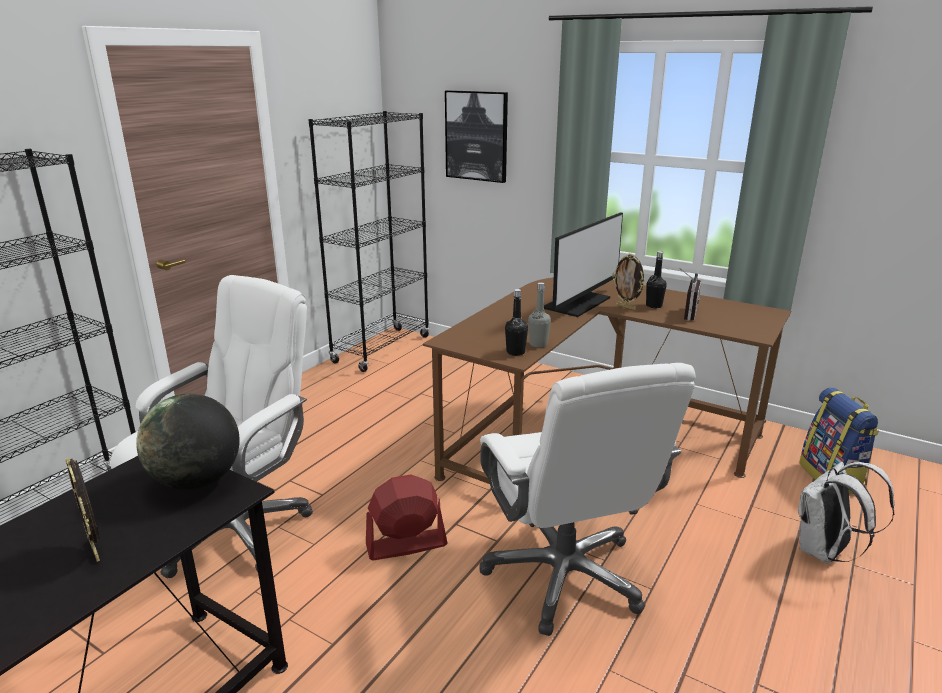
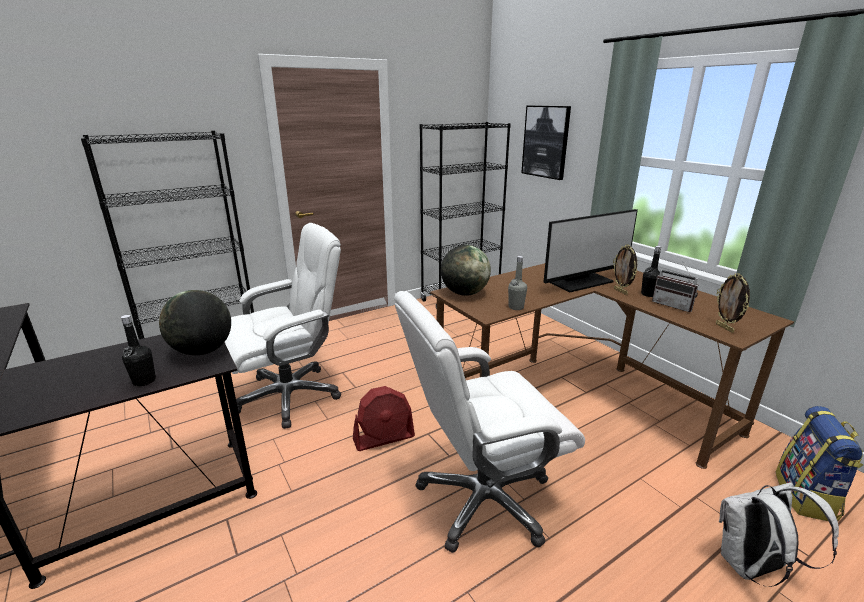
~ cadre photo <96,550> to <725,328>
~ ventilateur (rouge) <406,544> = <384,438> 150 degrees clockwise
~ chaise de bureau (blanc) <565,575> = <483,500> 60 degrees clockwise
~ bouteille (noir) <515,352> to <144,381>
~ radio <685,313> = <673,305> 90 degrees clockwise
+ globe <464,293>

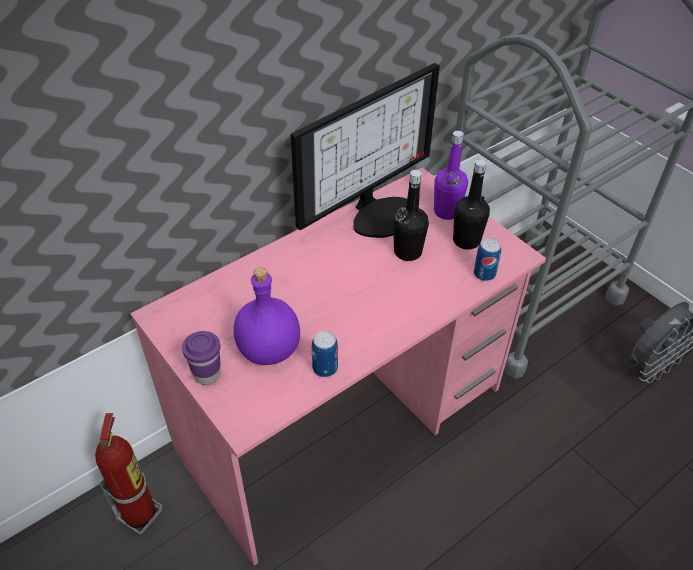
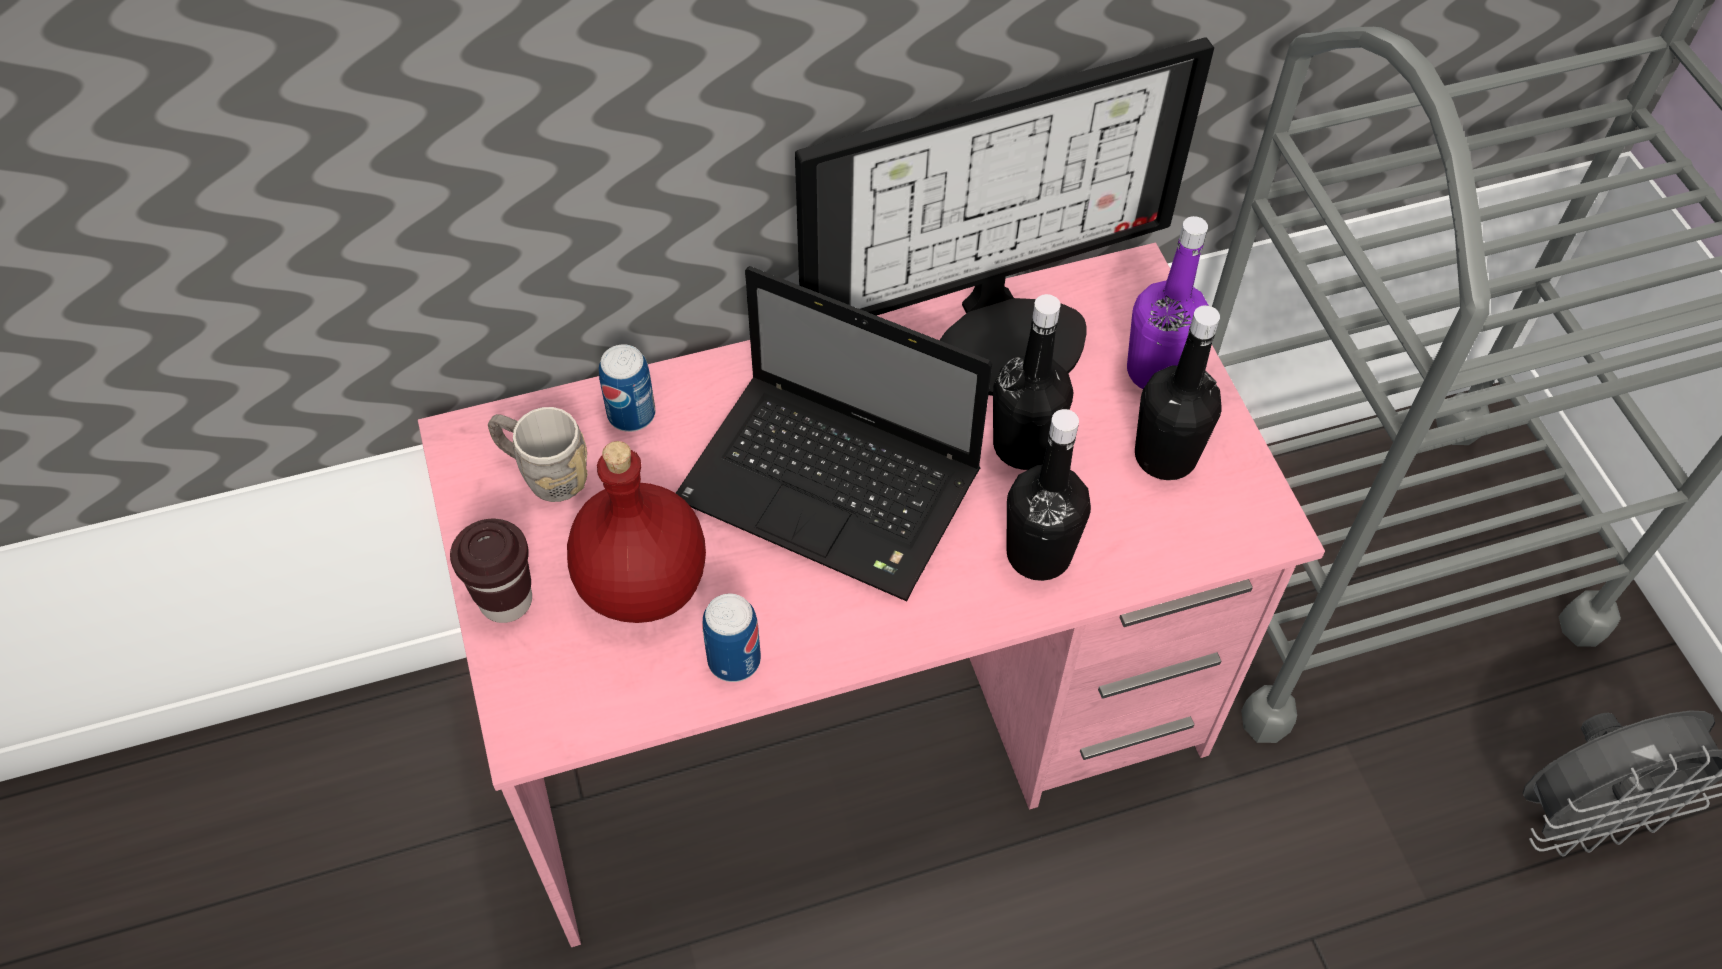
- extincteur <140,513>
~ tasse (violet) <207,375> to tasse (marron) <506,600>
~ bouteille (violet) <269,349> to bouteille (rouge) <644,583>
~ boîte métallique <484,274> to <631,414>
+ mug (gris) <544,474>
+ ordinateur portable <835,489>
+ bouteille (noir) <1038,554>

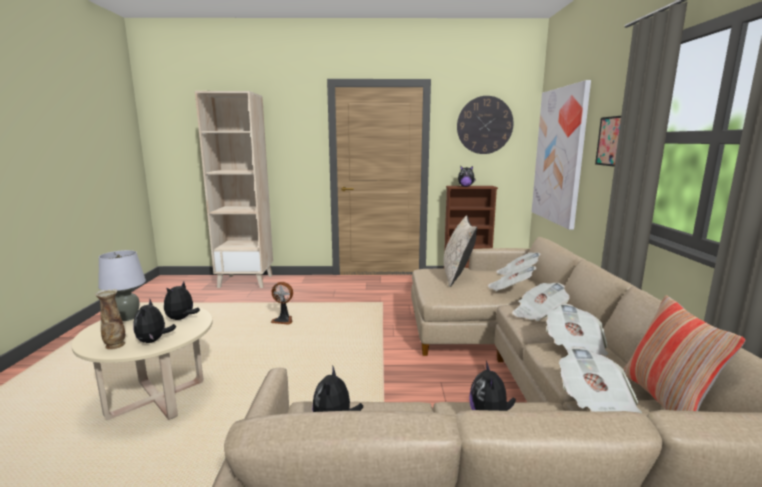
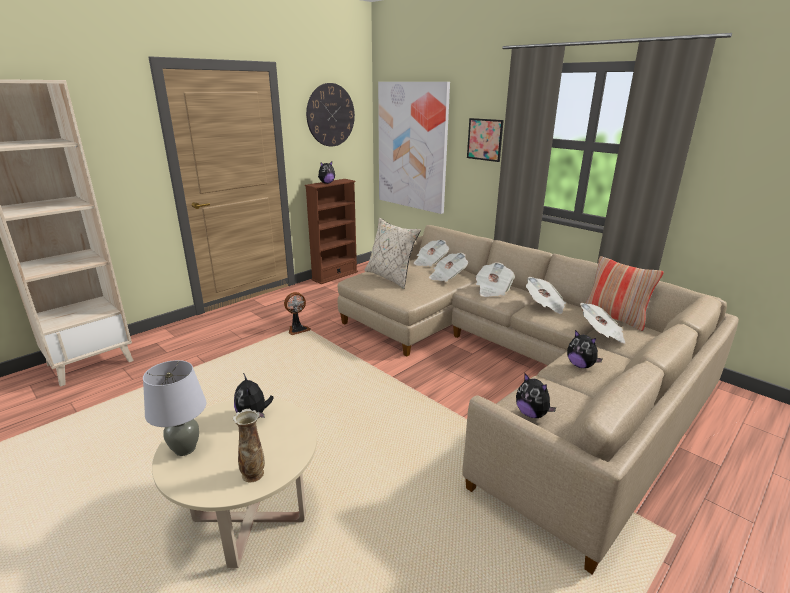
- peluche <154,341>
~ ventilateur <283,320> to <297,329>

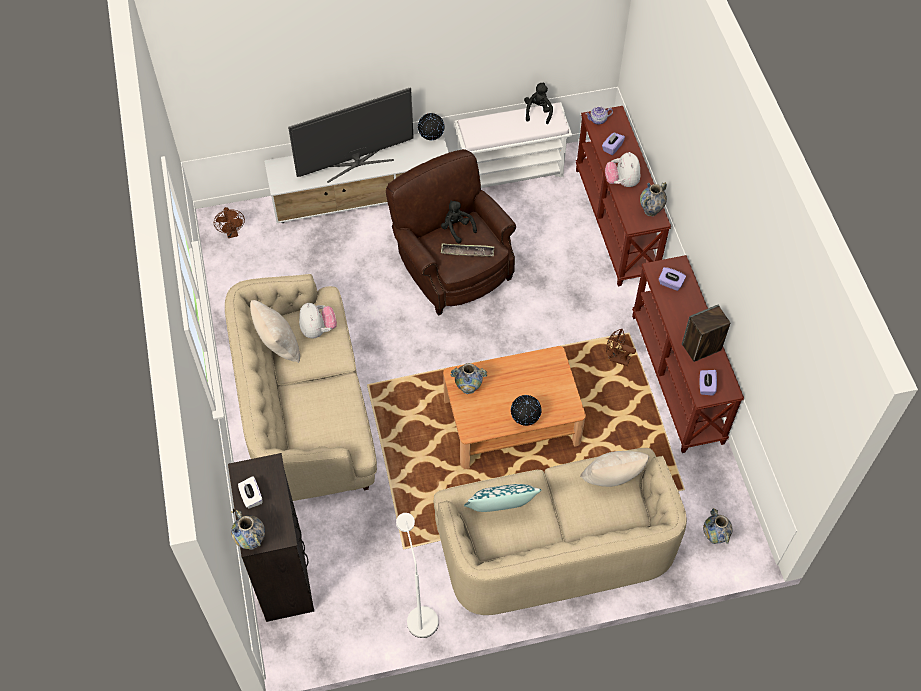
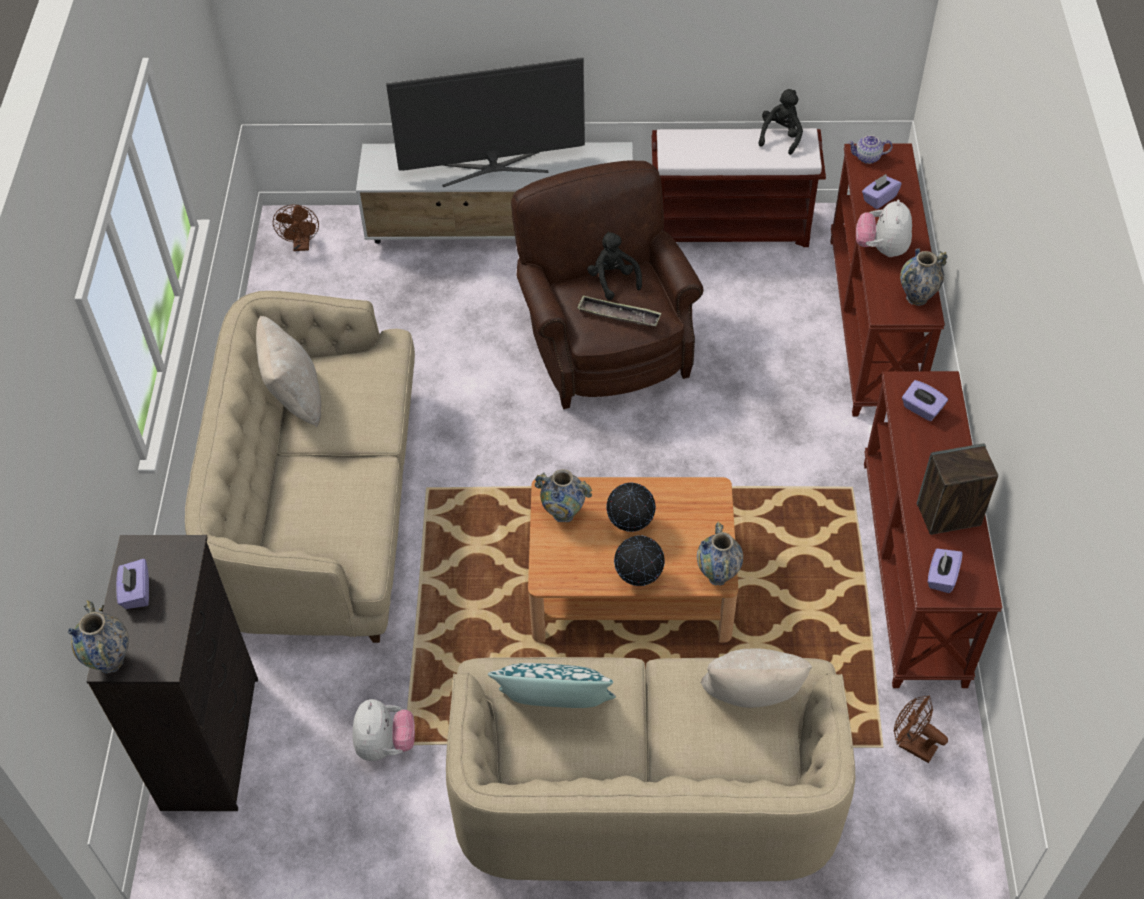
~ boîte à mouchoirs (blanc) <251,497> to boîte à mouchoirs (violet) <136,592>
~ peluche <318,329> to <385,744>
- lampadaire (blanc) <419,614>
~ globe <431,138> to <630,525>
~ banc (blanc) <511,171> to banc (marron) <732,227>
~ ventilateur (marron) <616,358> to <911,745>
~ vase <714,537> to <718,576>

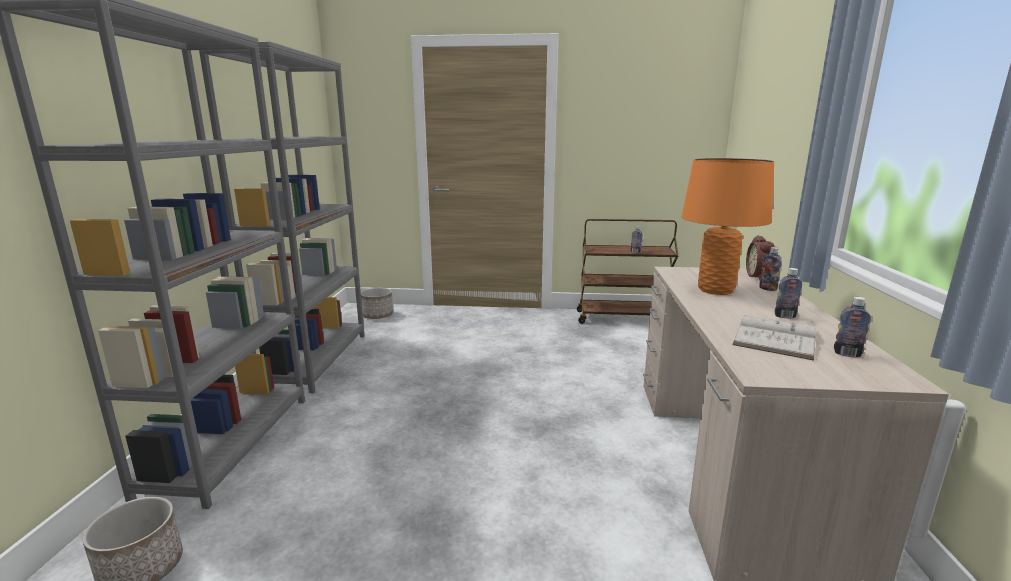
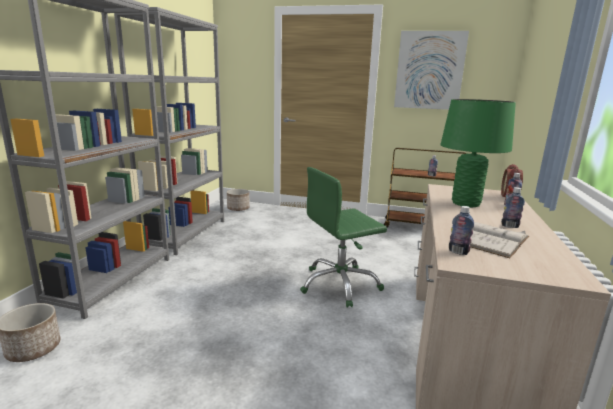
~ lampe de table (orange) <716,290> to lampe de table (vert) <466,203>
~ bouteille <847,354> to <458,252>
+ chaise de bureau (vert) <340,285>
+ tableau <429,70>

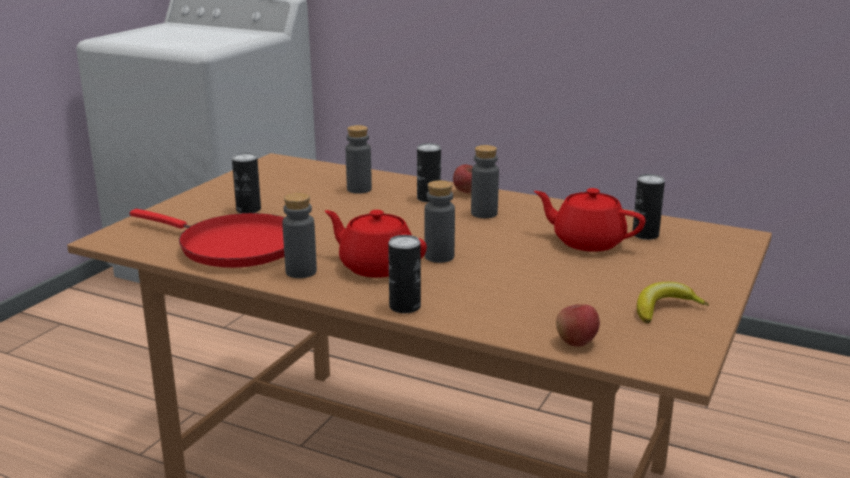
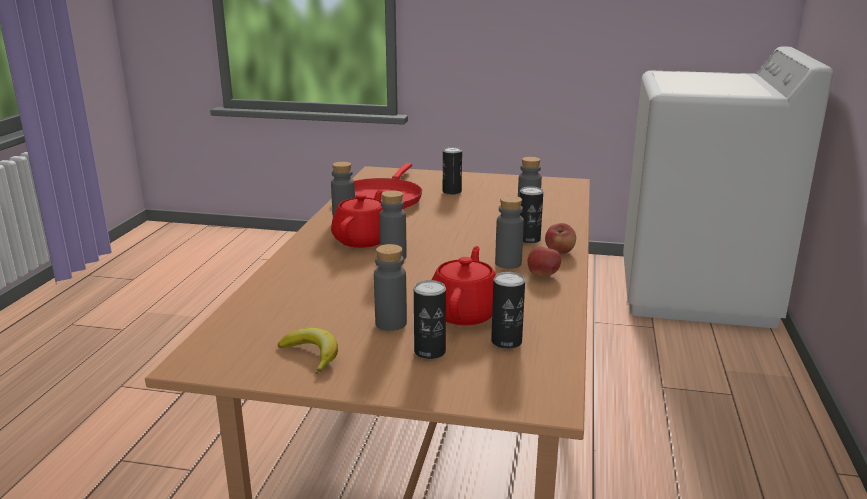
~ boîte métallique <405,307> to <430,351>
~ pomme <576,342> to <542,275>
+ bouteille (gris) <391,323>

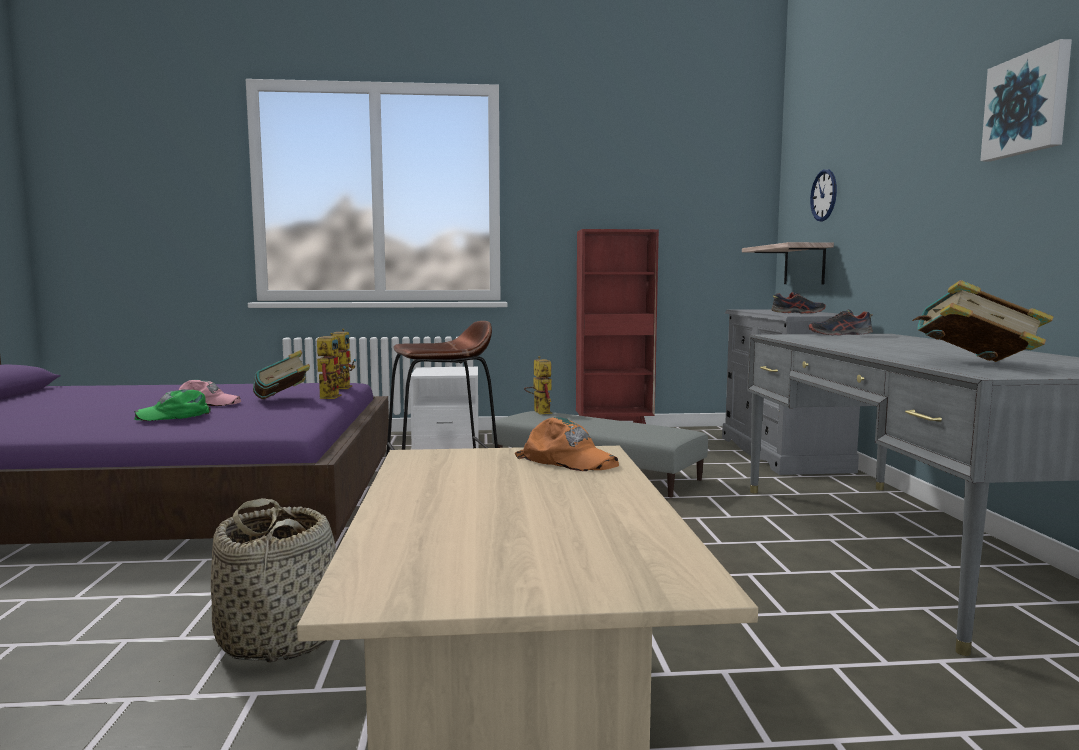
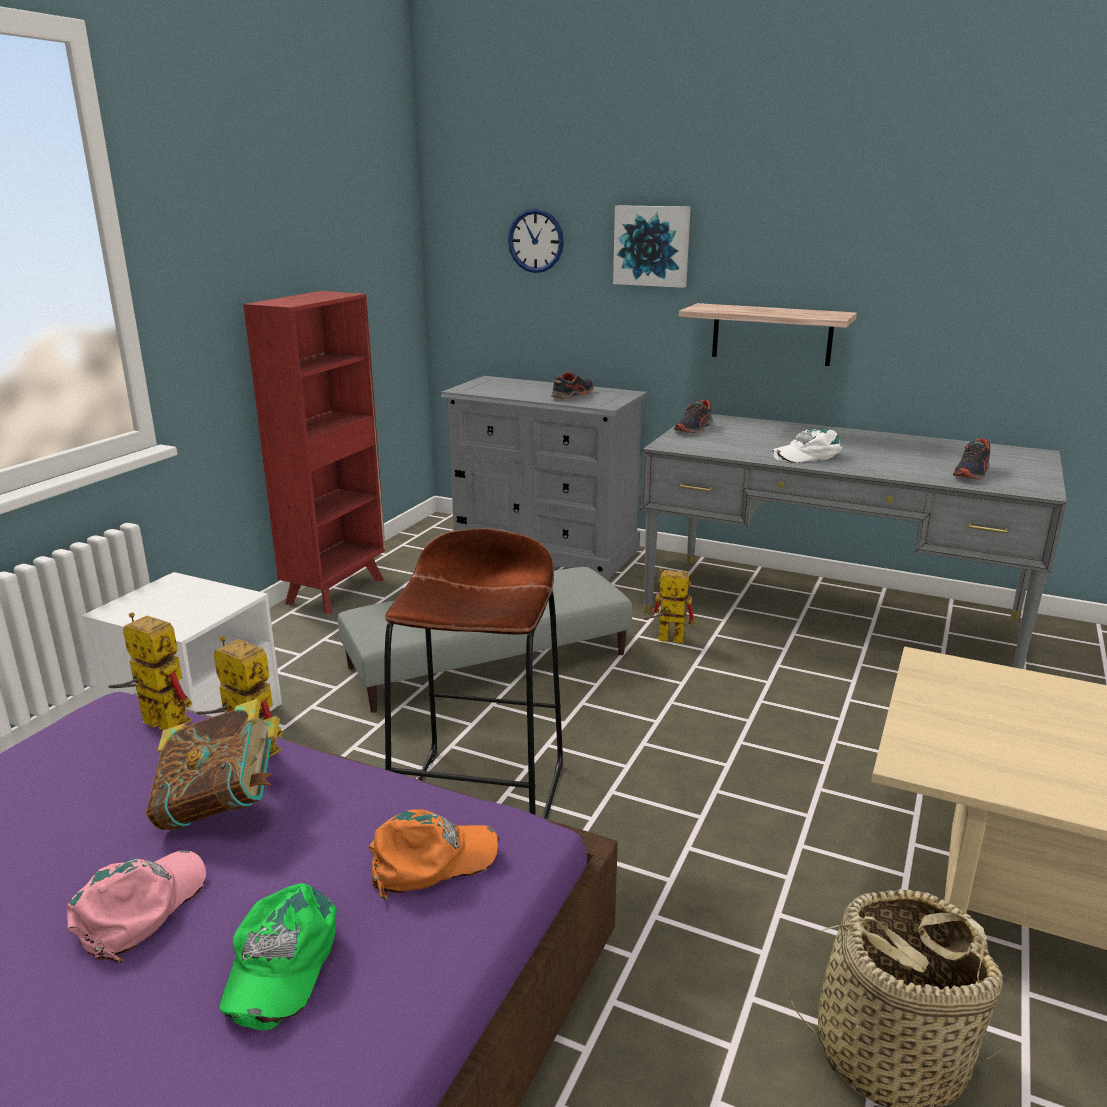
~ casquette (orange) <568,460> to <431,860>
~ robot jouet <539,411> to <664,639>
~ étagère <804,265> to <772,334>
~ livre <974,364> to chaussure <972,473>
~ tableau <1028,104> to <652,246>
+ casquette (blanc) <807,455>

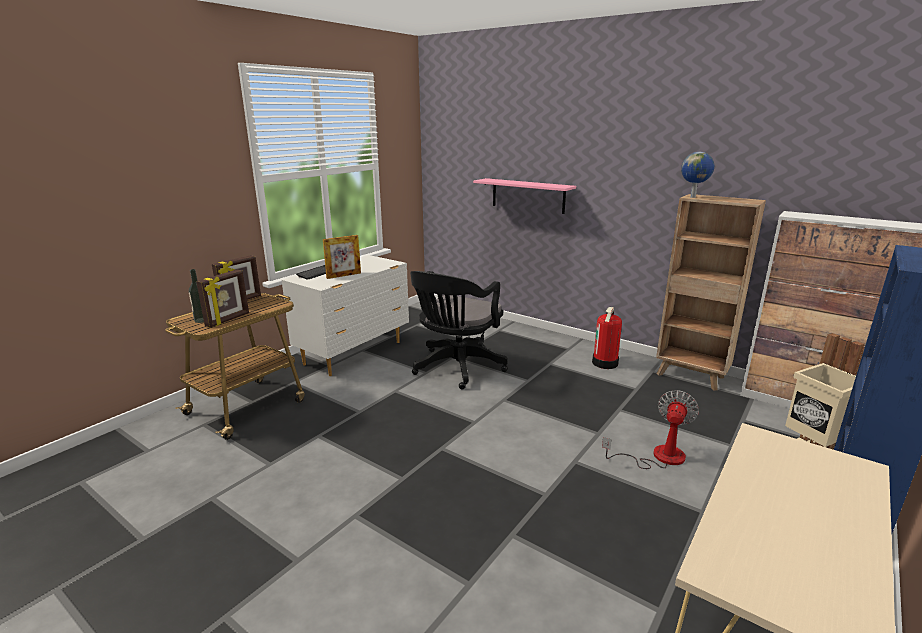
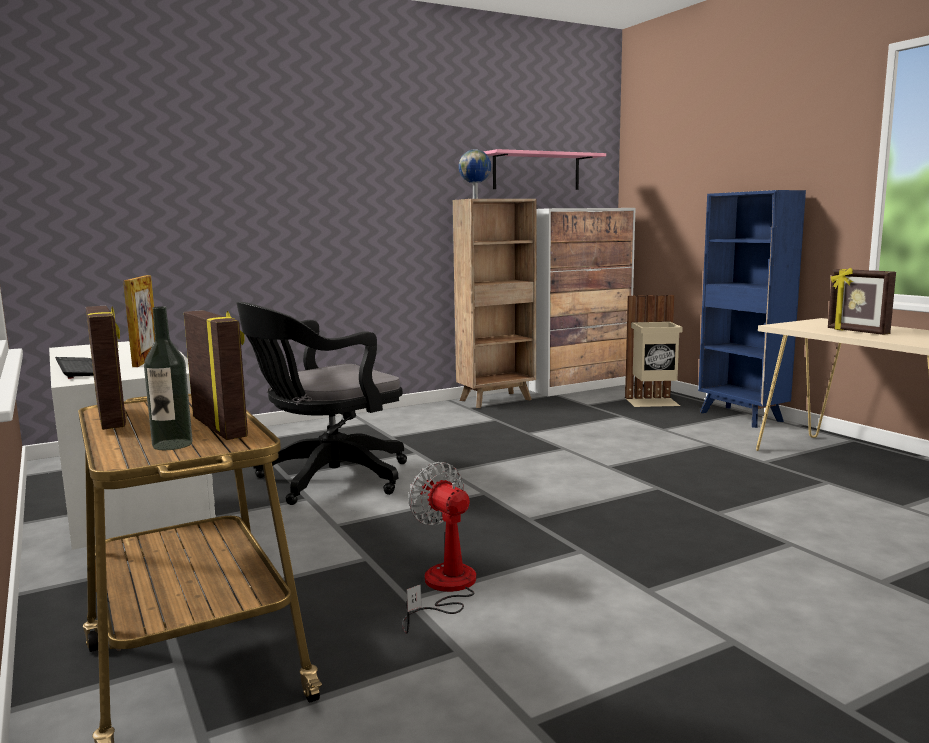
~ chaise de bureau (noir) <456,368> = <327,480> 90 degrees clockwise
~ étagère (rose) <528,195> to <536,171>
- extincteur <605,363>
~ ventilateur <658,457> to <444,588>
+ cadre photo <857,331>

